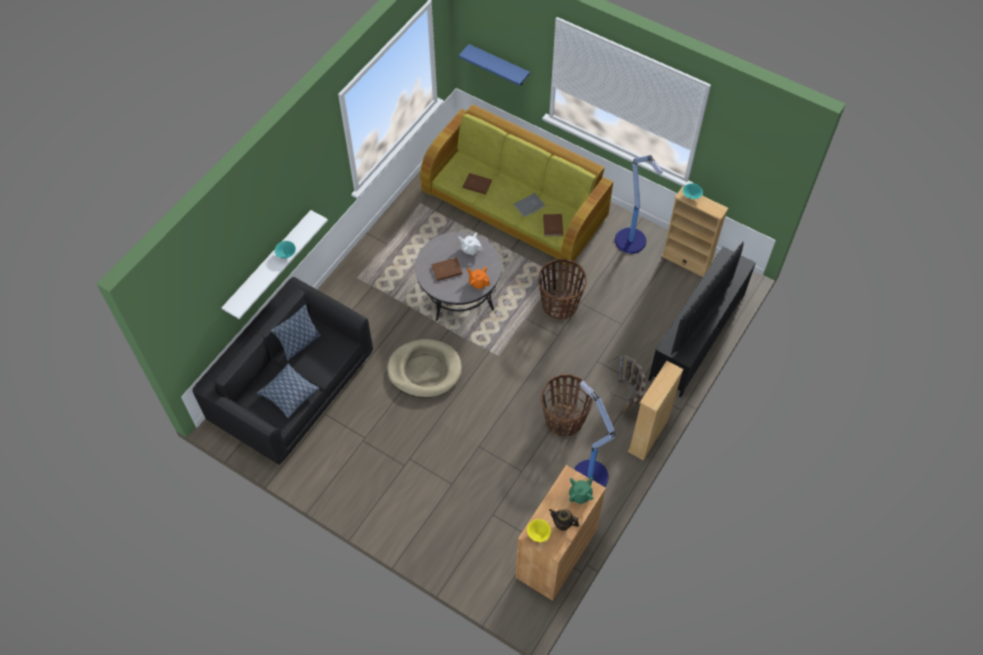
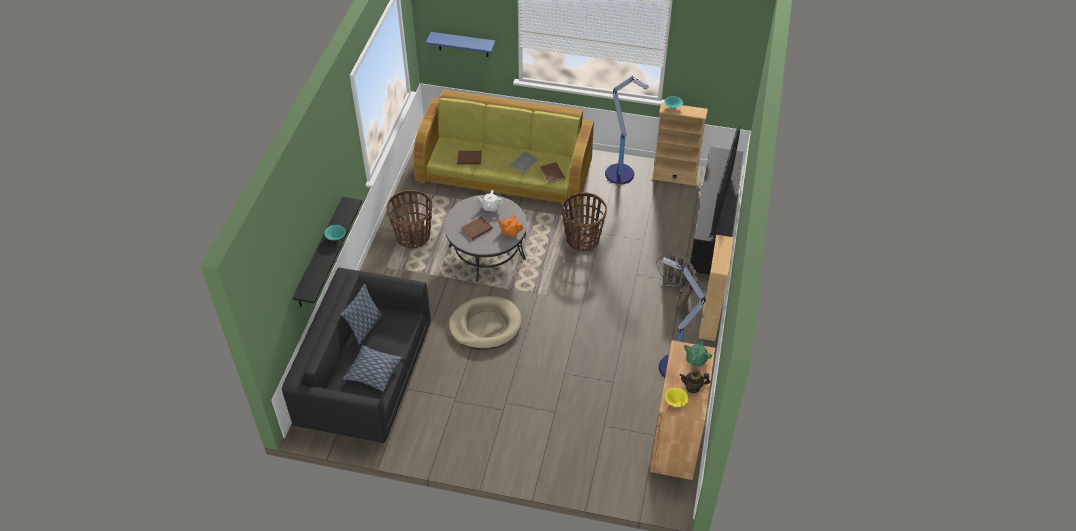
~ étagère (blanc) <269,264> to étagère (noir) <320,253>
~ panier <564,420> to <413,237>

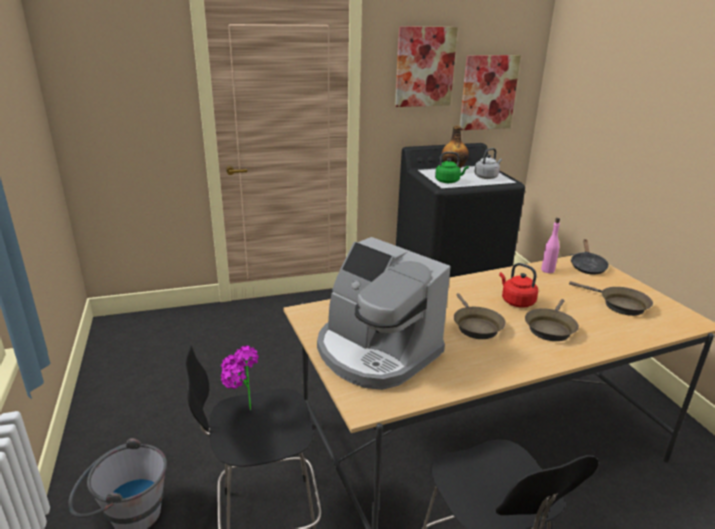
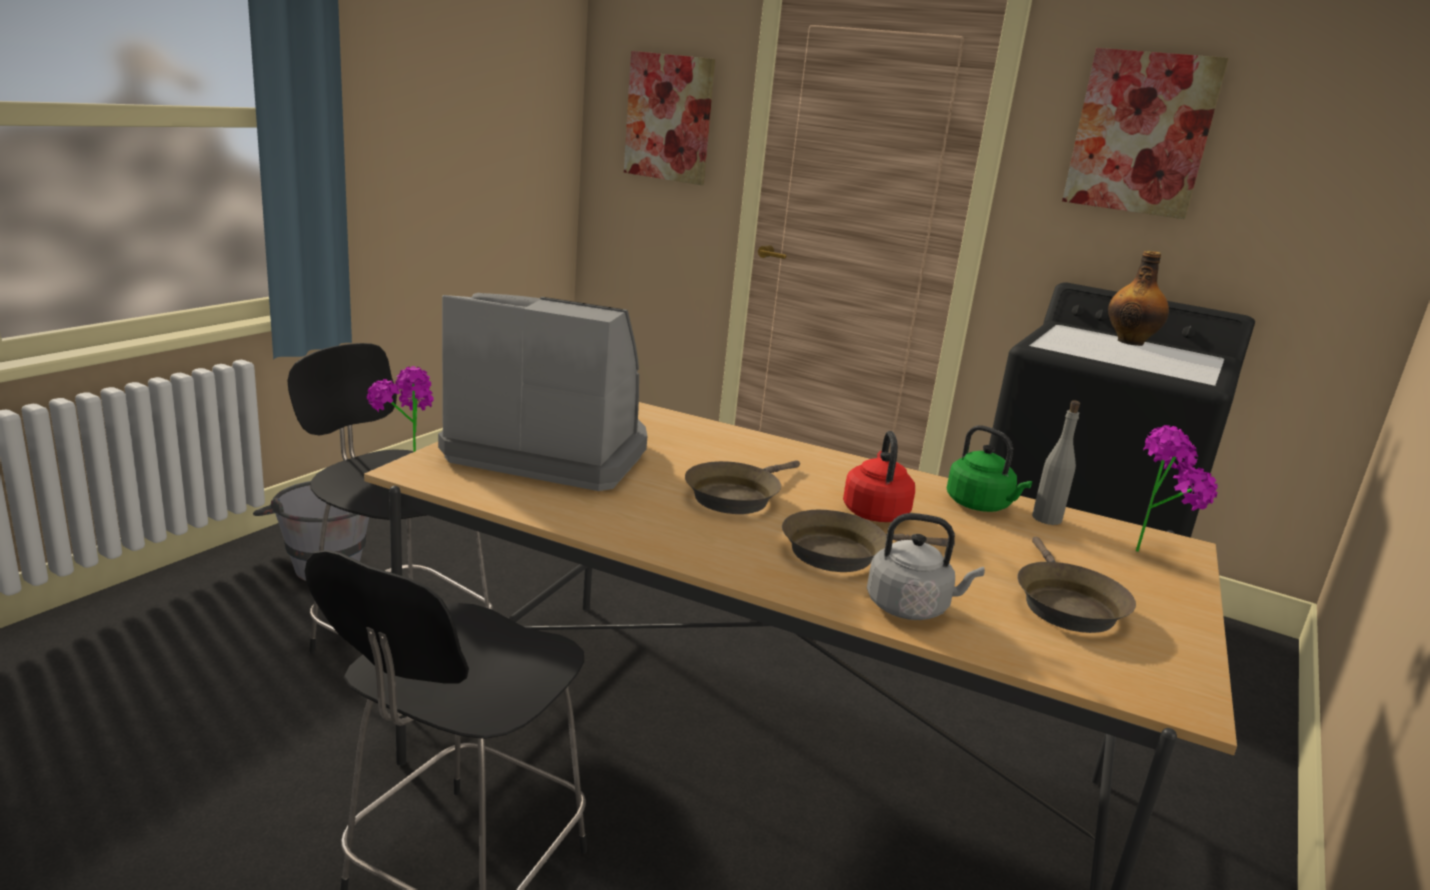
~ machine à café <375,352> = <550,450> 105 degrees clockwise
~ bouilloire (vert) <448,181> to <981,505>
~ tableau <488,92> to <669,118>
~ bouilloire (gris) <487,177> to <911,607>
~ bouteille (rose) <547,270> to bouteille (gris) <1047,518>
~ poêle (noir) <587,266> to plante en pot <1152,551>

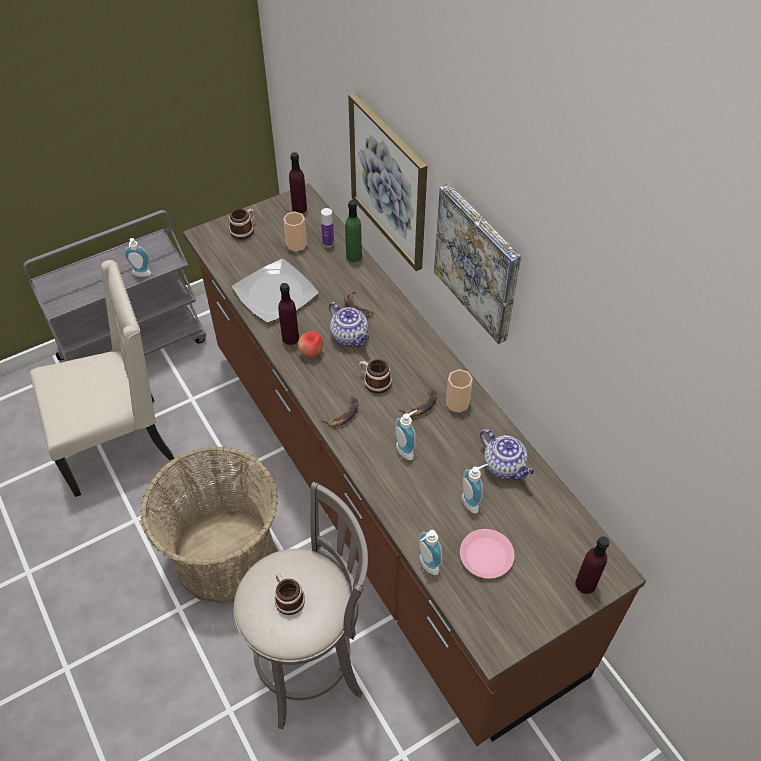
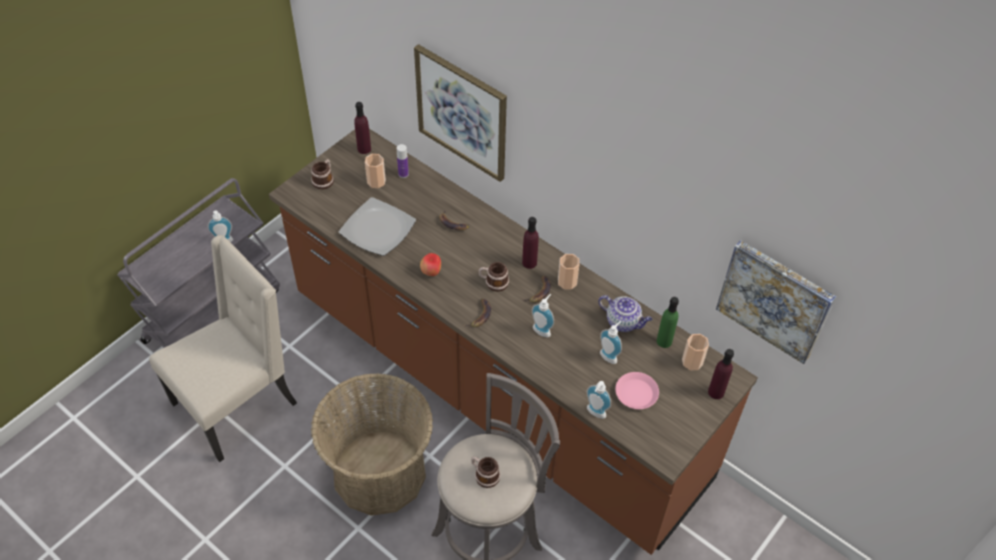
~ bouteille (violet) <290,338> to <529,262>
- théière <350,337>
~ bouteille (vert) <354,256> to <664,341>
~ tableau <478,263> to <775,300>
+ tasse <692,362>

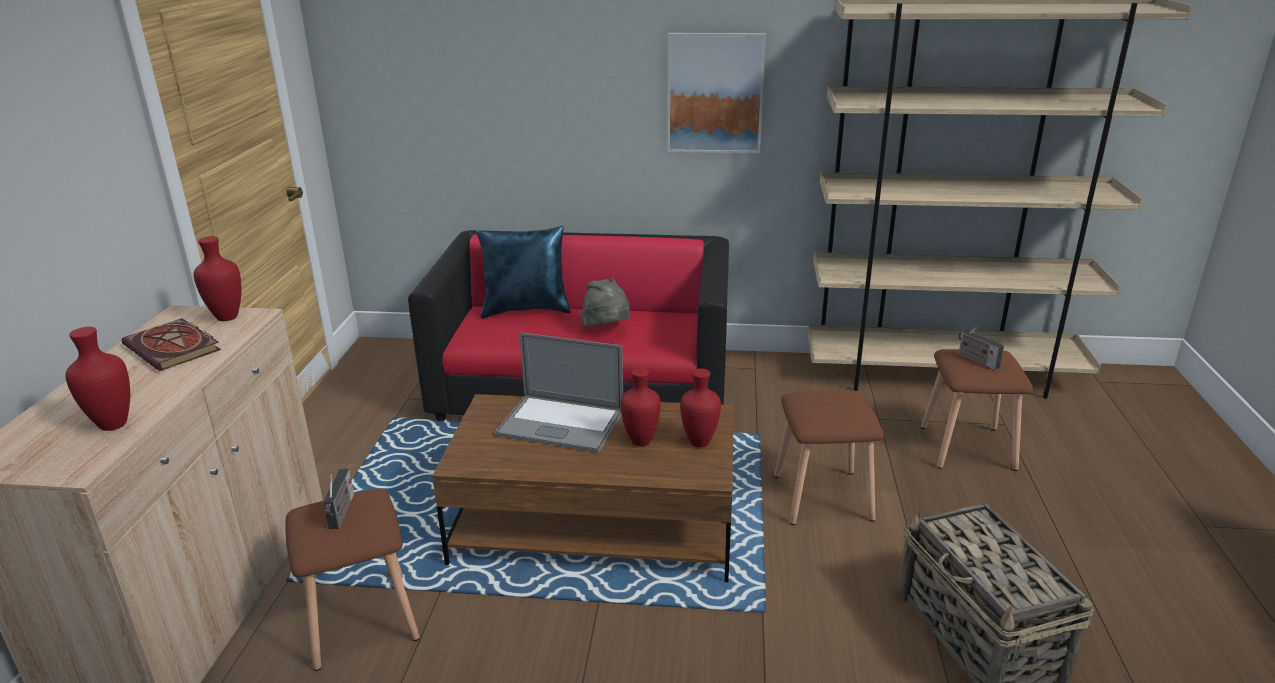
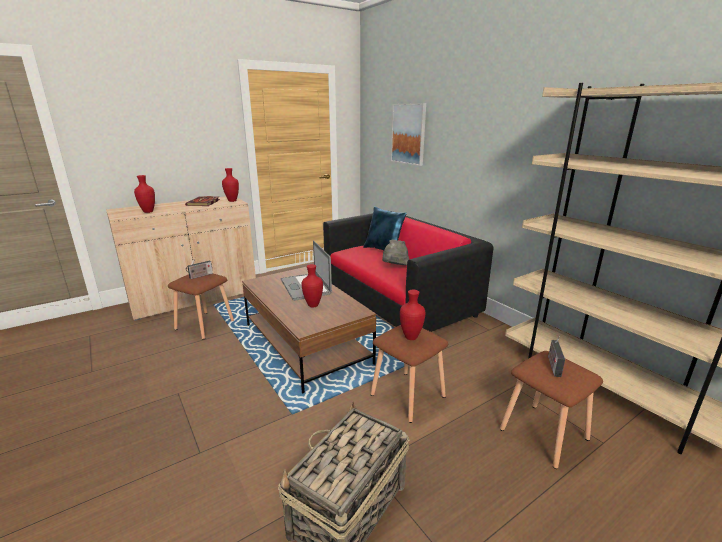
~ tableau <715,93> to <408,134>
~ vase (rouge) <698,442> to <411,337>

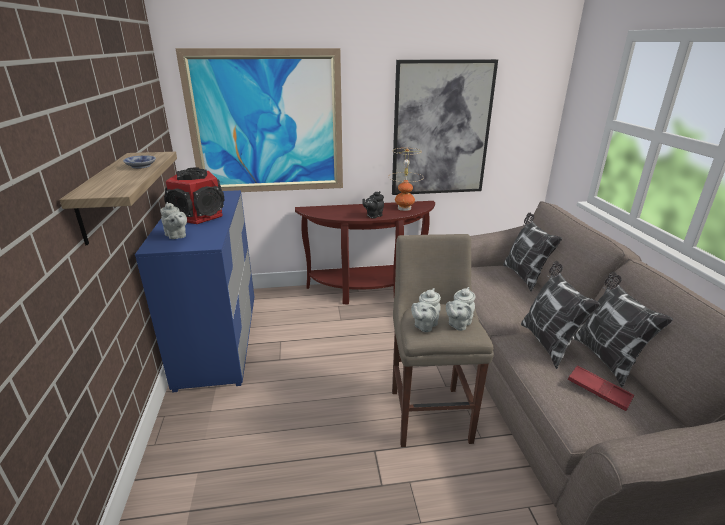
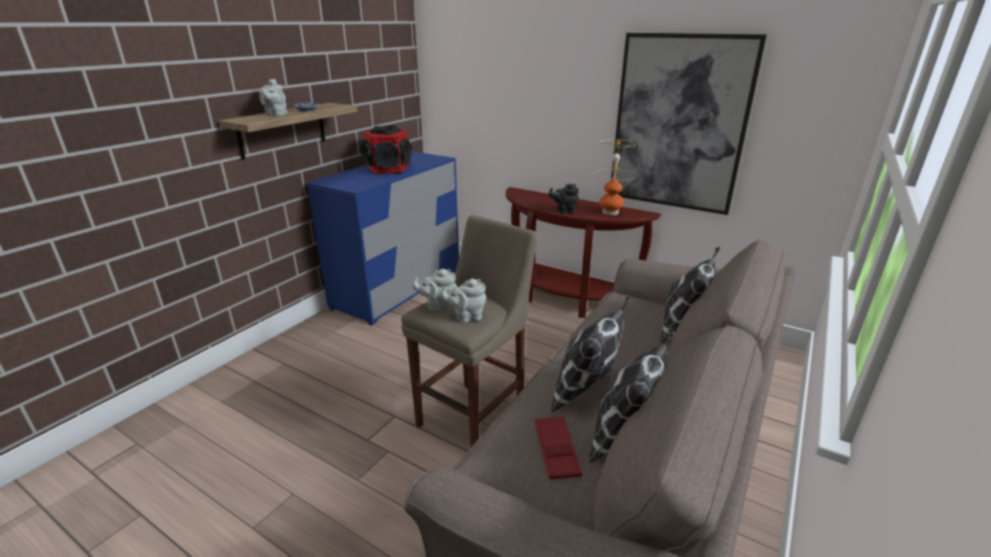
~ théière (gris) <176,236> to <276,115>
- tableau <267,124>

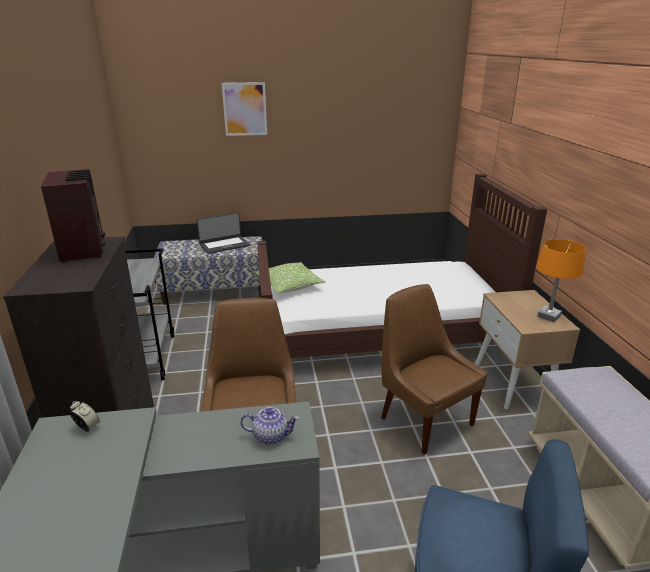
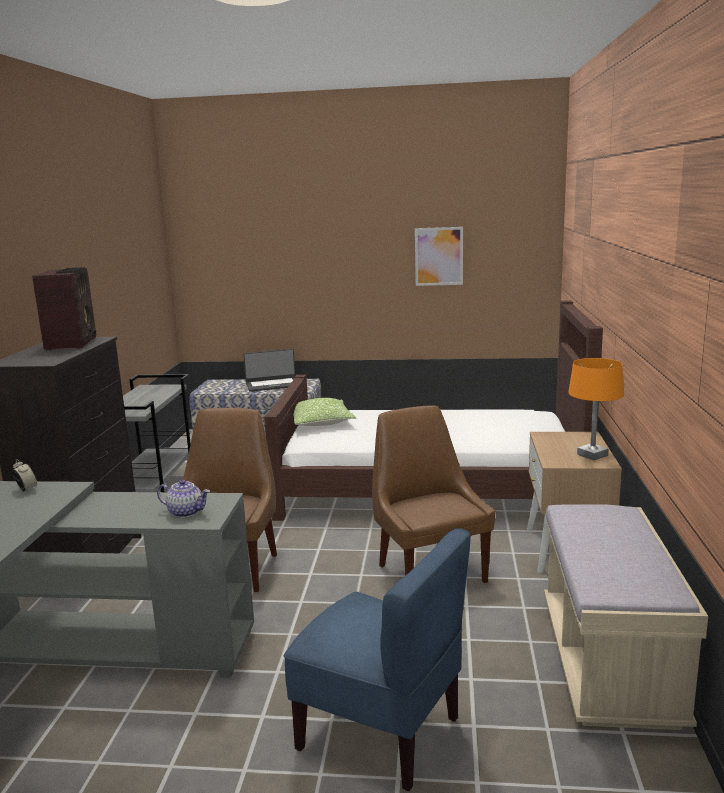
~ tableau <245,109> to <439,256>

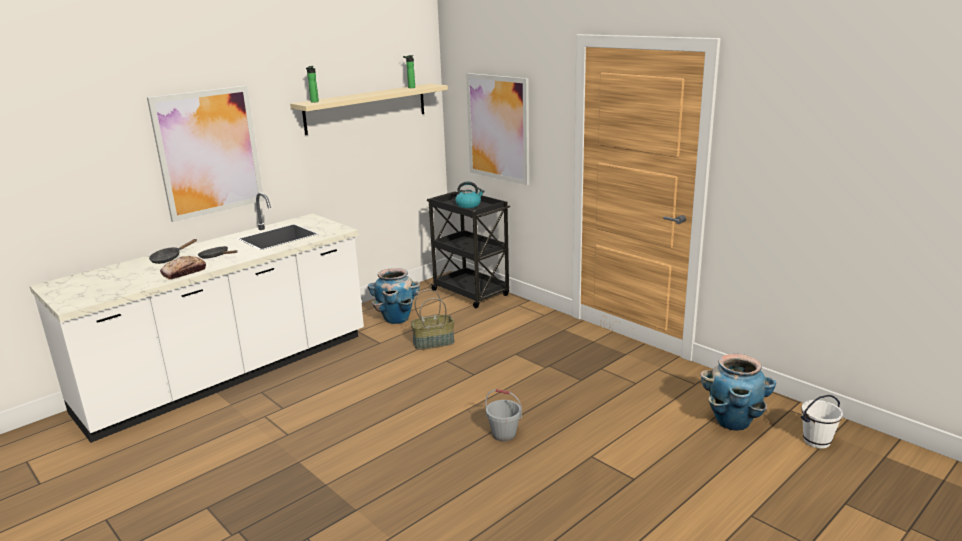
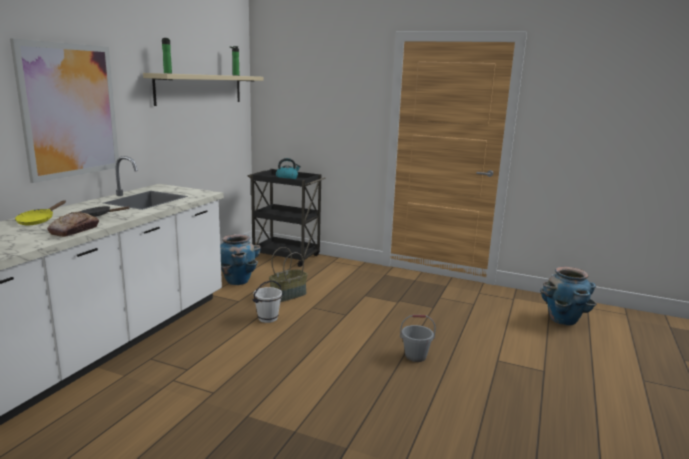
~ poêle (noir) <169,258> to poêle (jaune) <38,221>
- tableau <498,128>
~ seau (blanc) <816,441> to <267,318>

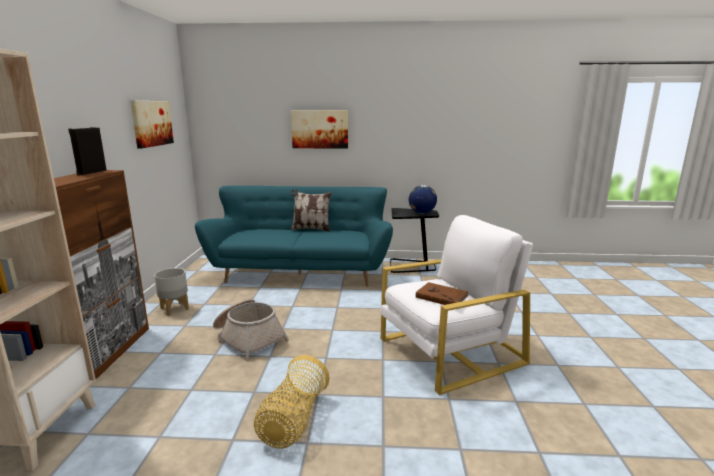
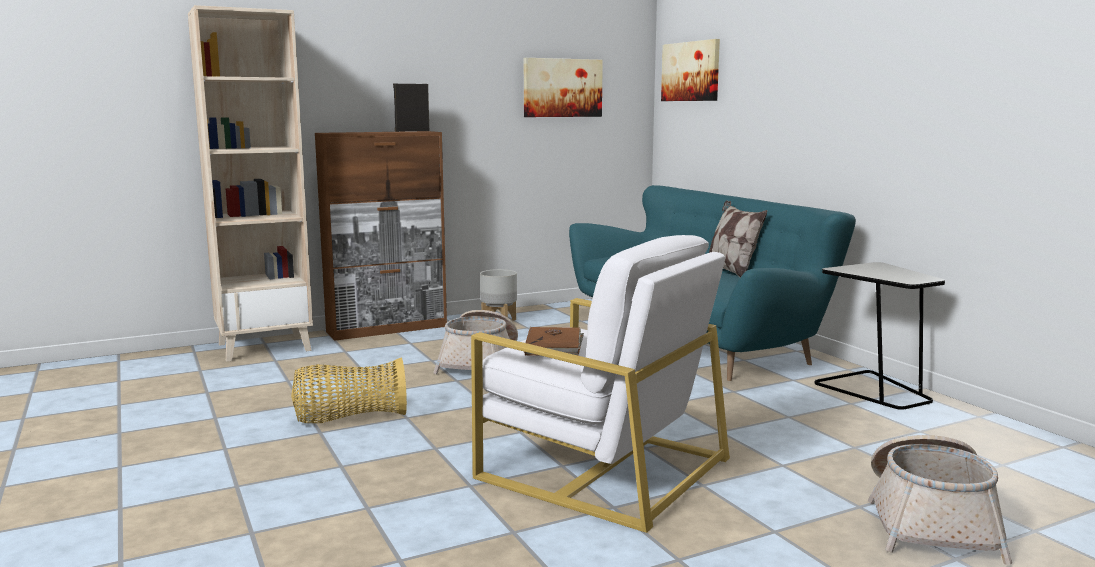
~ tableau <320,129> to <691,71>
- globe <421,213>
+ panier <930,521>

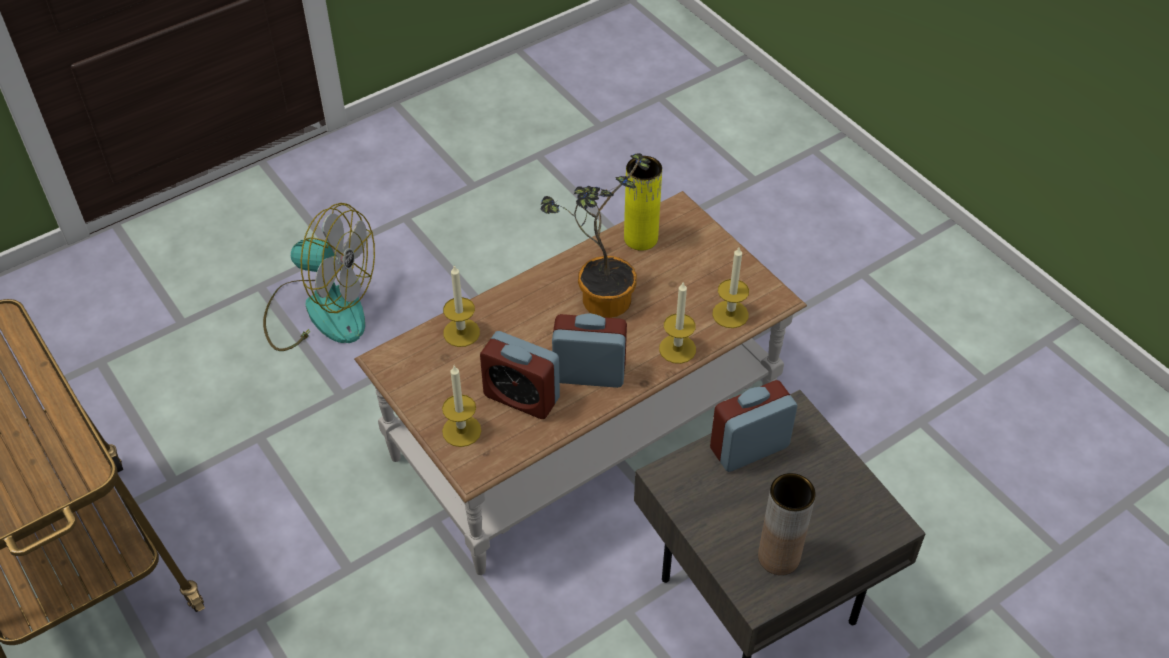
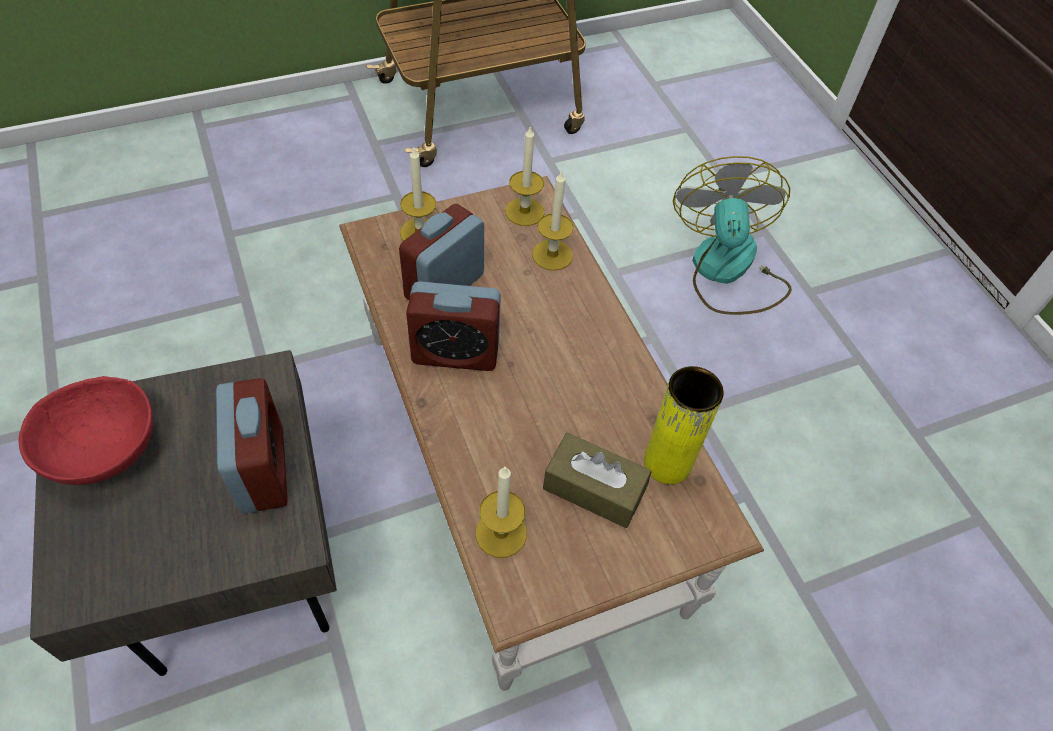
~ ventilateur <321,310> = <726,271> 150 degrees clockwise
- plante en pot <599,297>
~ réveil <589,373> = <455,353> 75 degrees clockwise
~ bougie <677,349> to <524,211>
~ vase (marron) <778,557> to bol (rouge) <103,452>
+ boîte à mouchoirs (marron) <594,489>

